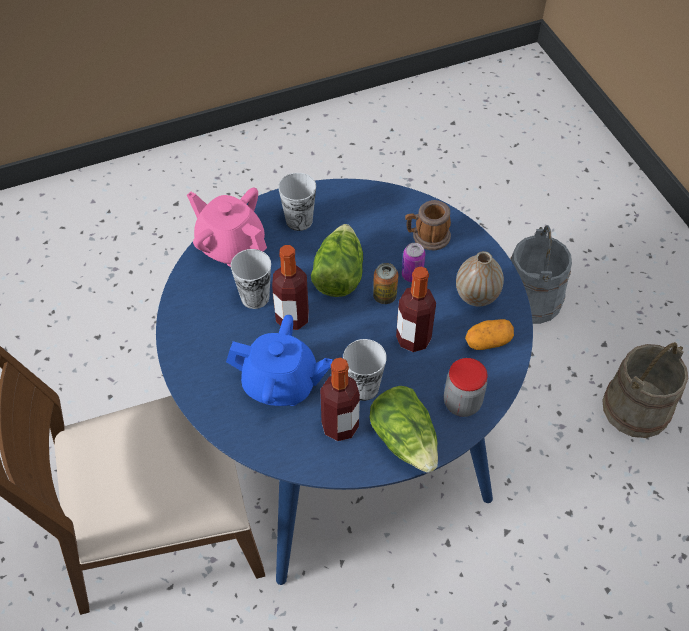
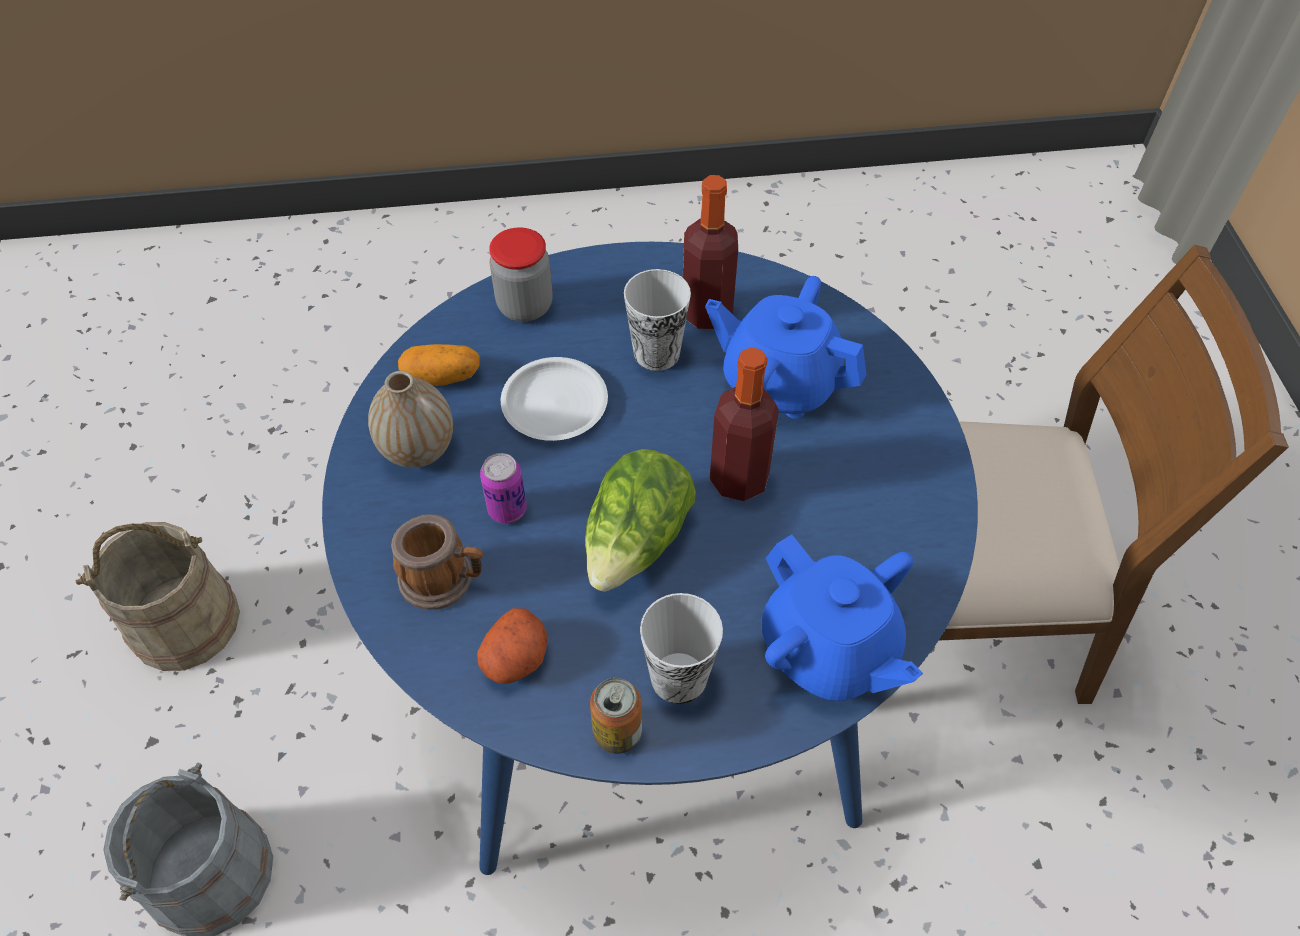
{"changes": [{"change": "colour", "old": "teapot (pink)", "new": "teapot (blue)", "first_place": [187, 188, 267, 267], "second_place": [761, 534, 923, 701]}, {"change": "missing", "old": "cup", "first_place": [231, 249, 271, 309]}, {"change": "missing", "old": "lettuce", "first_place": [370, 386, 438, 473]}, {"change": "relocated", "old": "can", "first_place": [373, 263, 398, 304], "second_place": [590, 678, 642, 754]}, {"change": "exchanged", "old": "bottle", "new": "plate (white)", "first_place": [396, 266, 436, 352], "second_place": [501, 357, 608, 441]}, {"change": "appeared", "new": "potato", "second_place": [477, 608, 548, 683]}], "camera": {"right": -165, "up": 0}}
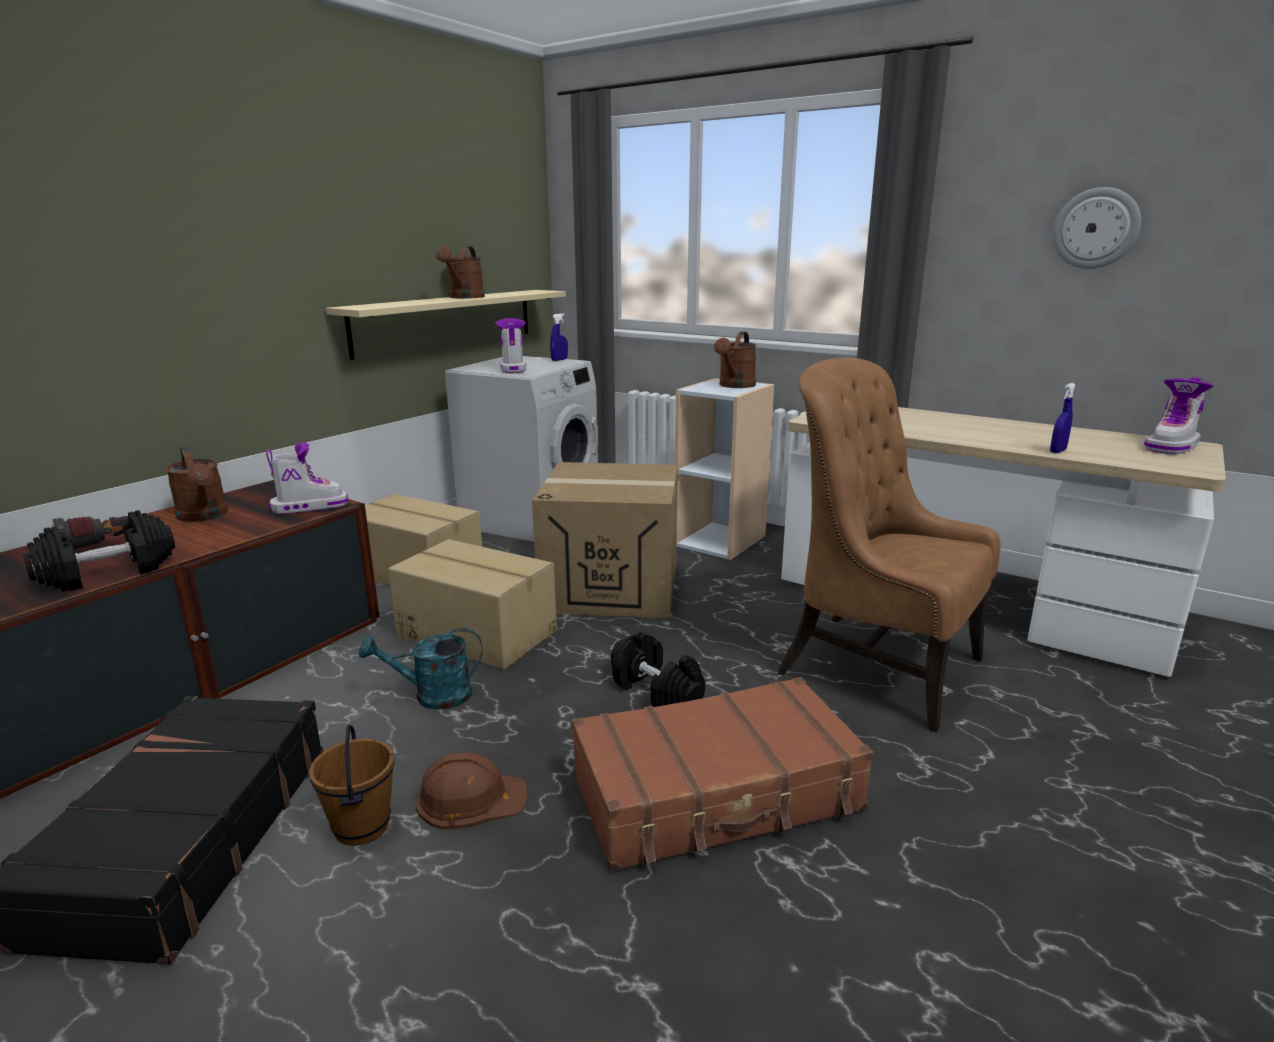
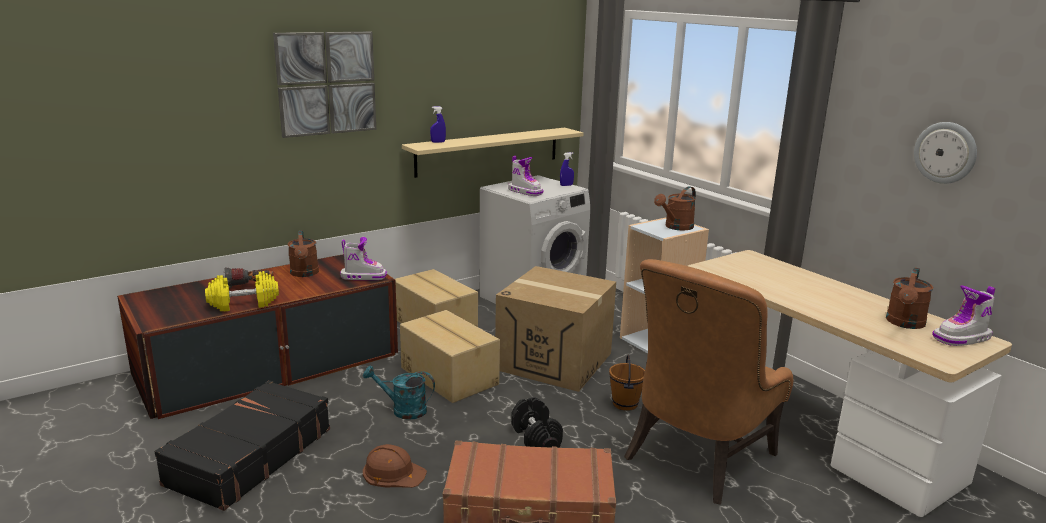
{"changes": [{"change": "colour", "old": "dumbbell (black)", "new": "dumbbell (yellow)", "first_place": [23, 510, 175, 592], "second_place": [205, 271, 279, 311]}, {"change": "relocated", "old": "bucket (brown)", "first_place": [309, 725, 395, 846], "second_place": [609, 354, 645, 411]}, {"change": "relocated", "old": "watering can (brown)", "first_place": [436, 246, 485, 299], "second_place": [886, 267, 933, 329]}, {"change": "spun", "old": "boot", "first_place": [495, 318, 526, 373], "second_place": [508, 156, 544, 196], "degrees": 120}, {"change": "spun", "old": "chair (brown)", "first_place": [778, 358, 1001, 733], "second_place": [624, 259, 793, 505], "degrees": -105}, {"change": "relocated", "old": "spray bottle (blue)", "first_place": [1050, 383, 1076, 453], "second_place": [430, 106, 446, 143]}, {"change": "appeared", "new": "picture", "second_place": [273, 32, 376, 138]}], "camera": {"right": 20, "up": 0}}
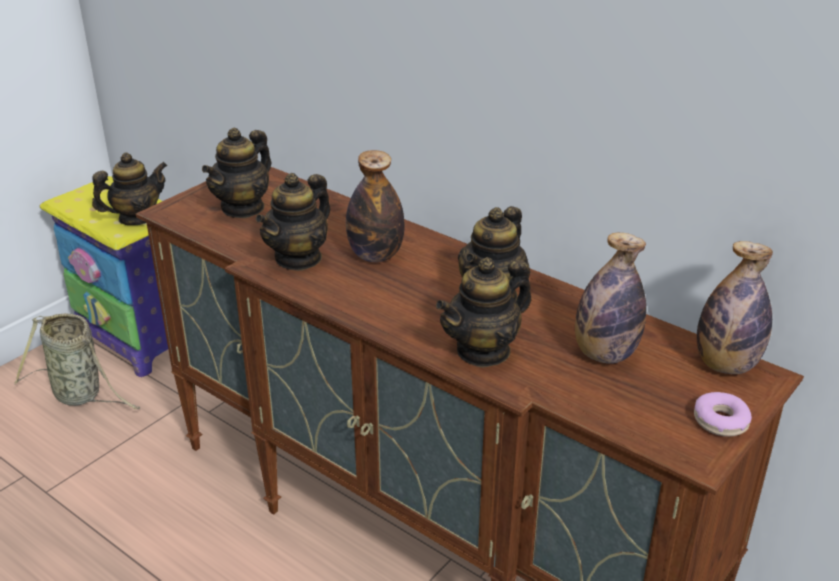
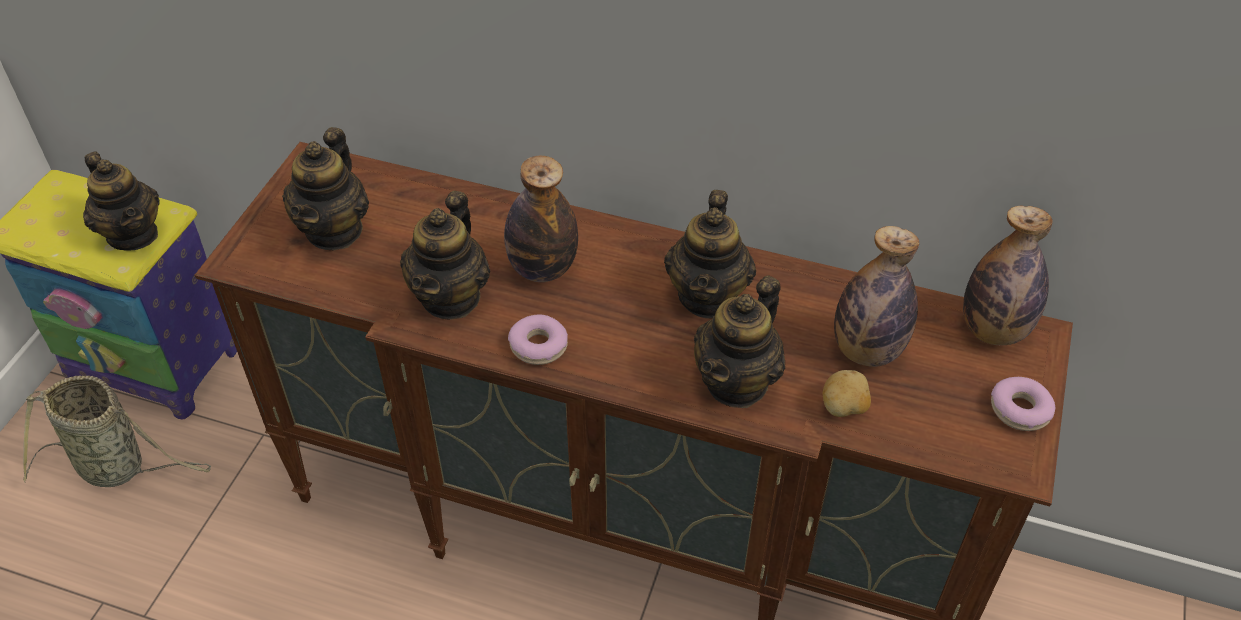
{"changes": [{"change": "spun", "old": "teapot", "first_place": [92, 152, 167, 225], "second_place": [83, 151, 159, 251], "degrees": 105}, {"change": "appeared", "new": "donut", "second_place": [508, 314, 568, 365]}, {"change": "appeared", "new": "potato", "second_place": [822, 370, 871, 417]}], "camera": {"right": -20, "up": 15}}
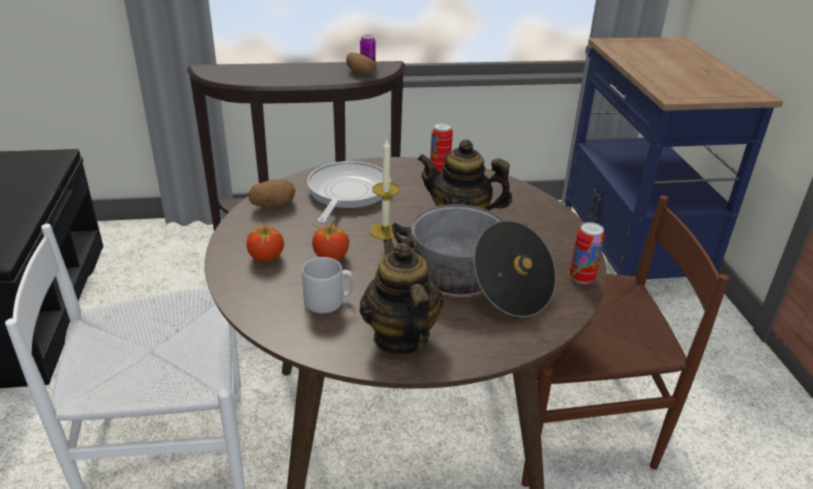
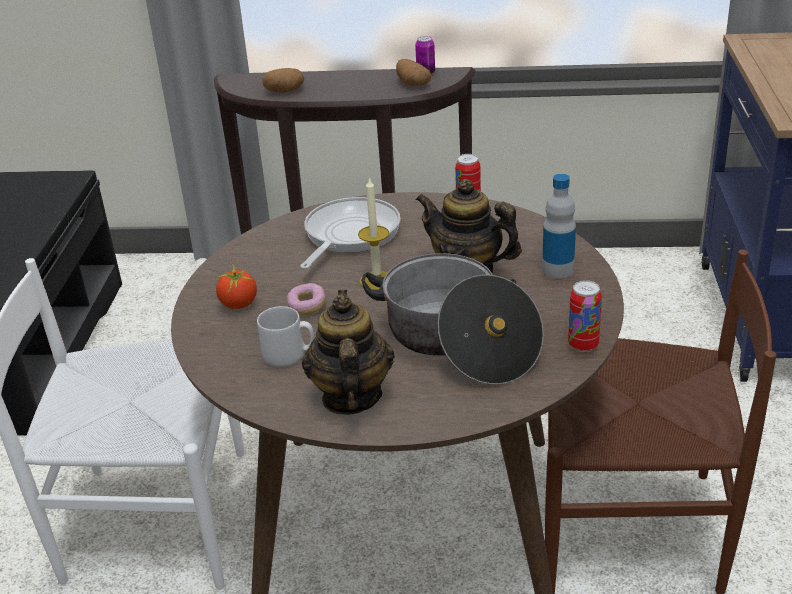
{"changes": [{"change": "relocated", "old": "potato", "first_place": [249, 179, 295, 208], "second_place": [262, 68, 304, 93]}, {"change": "exchanged", "old": "tomato", "new": "donut", "first_place": [311, 222, 350, 260], "second_place": [287, 283, 326, 315]}, {"change": "appeared", "new": "bottle", "second_place": [542, 174, 576, 279]}], "camera": {"right": 15, "up": 0}}
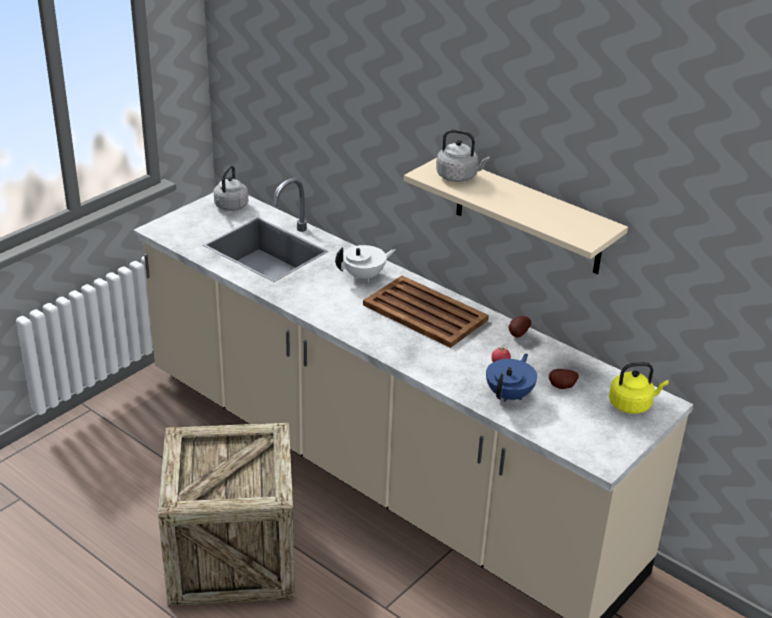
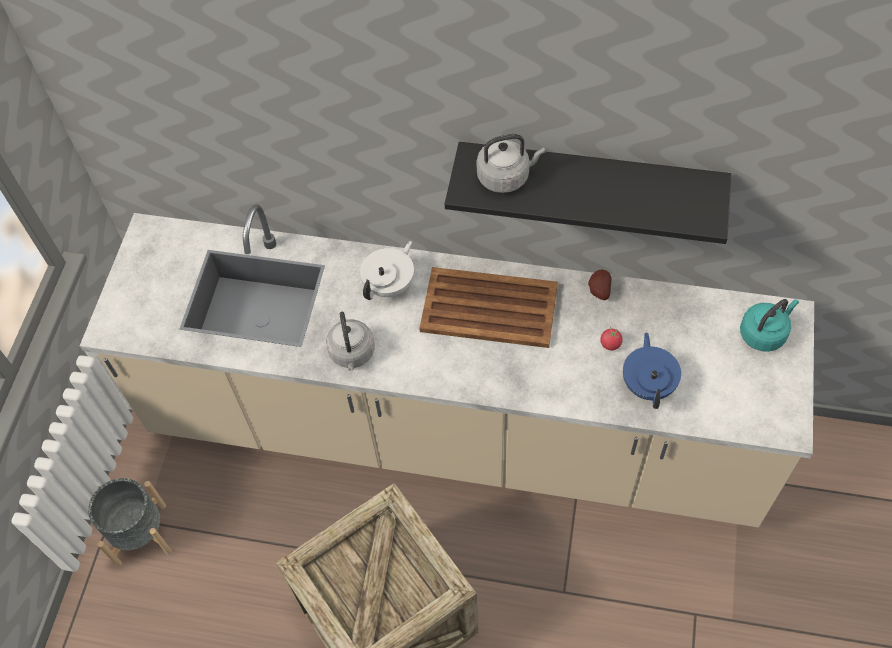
{"changes": [{"change": "relocated", "old": "kettle (grey)", "first_place": [214, 165, 248, 211], "second_place": [326, 312, 375, 371]}, {"change": "colour", "old": "shelf (beige)", "new": "shelf (black)", "first_place": [404, 158, 628, 274], "second_place": [445, 142, 732, 244]}, {"change": "missing", "old": "potato", "first_place": [549, 369, 579, 389]}, {"change": "colour", "old": "kettle (yellow)", "new": "kettle (turquoise)", "first_place": [609, 362, 669, 414], "second_place": [740, 299, 799, 352]}, {"change": "appeared", "new": "planter (grey)", "second_place": [88, 478, 172, 567]}], "camera": {"right": -25, "up": 25}}
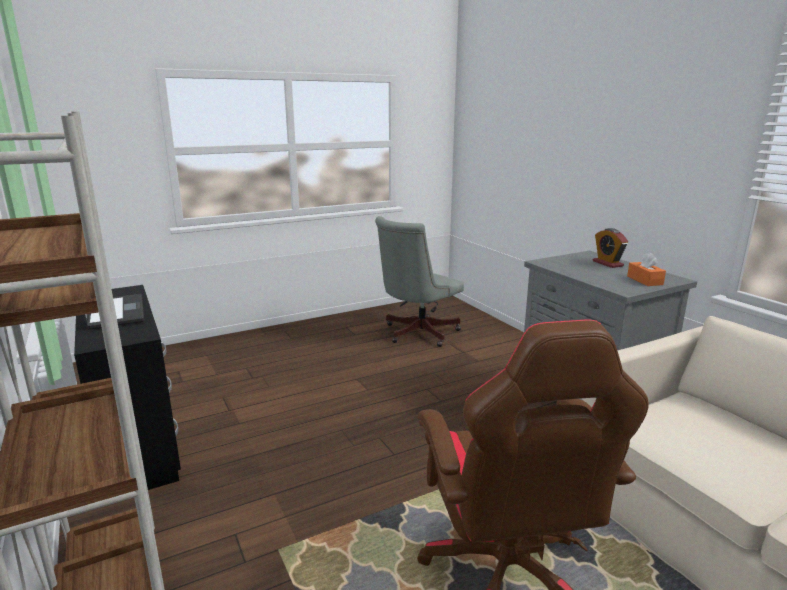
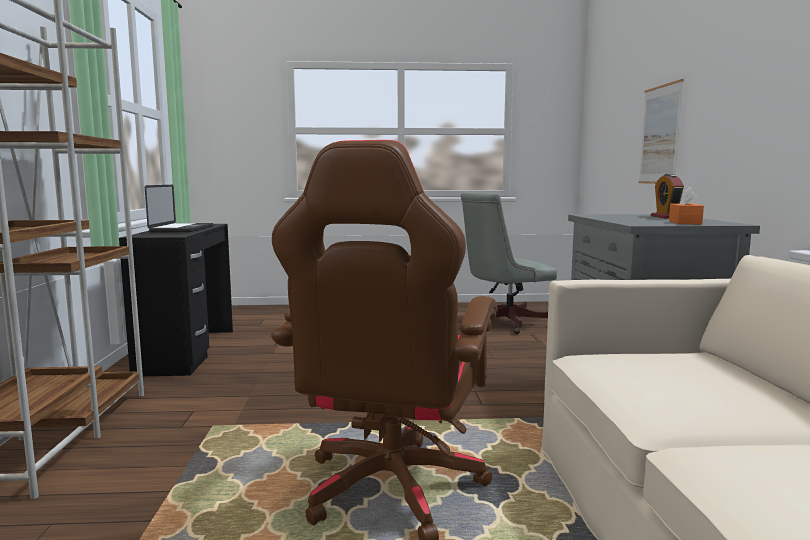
{"changes": [{"change": "appeared", "new": "picture", "second_place": [639, 79, 684, 184]}], "camera": {"right": 25, "up": -10}}
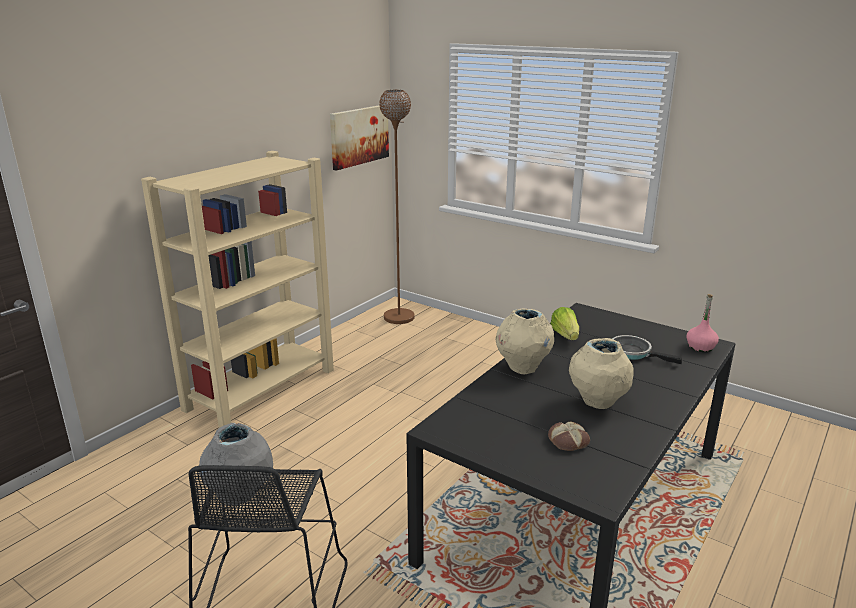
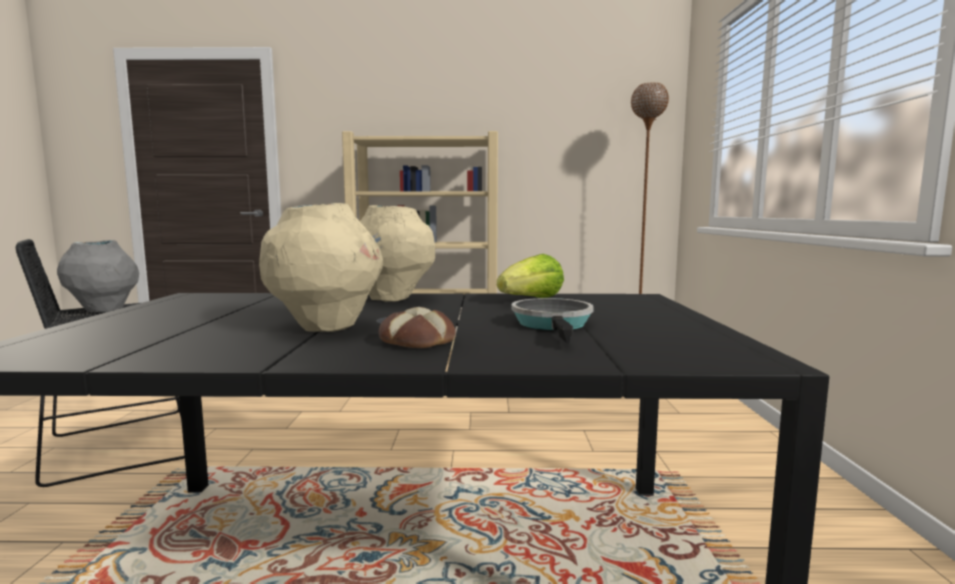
{"changes": [{"change": "missing", "old": "picture", "first_place": [330, 105, 389, 171]}, {"change": "relocated", "old": "bread", "first_place": [548, 421, 590, 451], "second_place": [379, 307, 455, 348]}, {"change": "missing", "old": "bottle (pink)", "first_place": [686, 294, 719, 352]}], "camera": {"right": 55, "up": -15}}
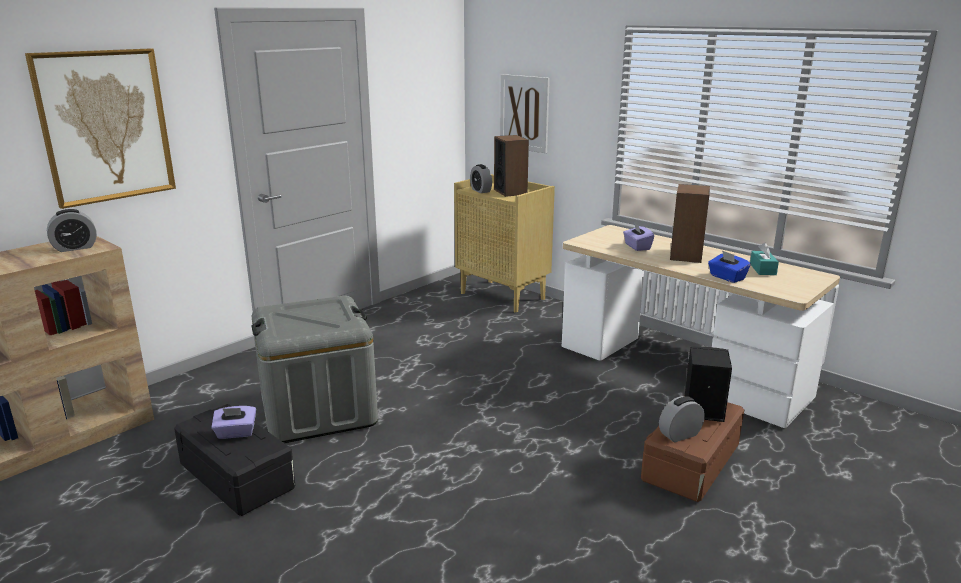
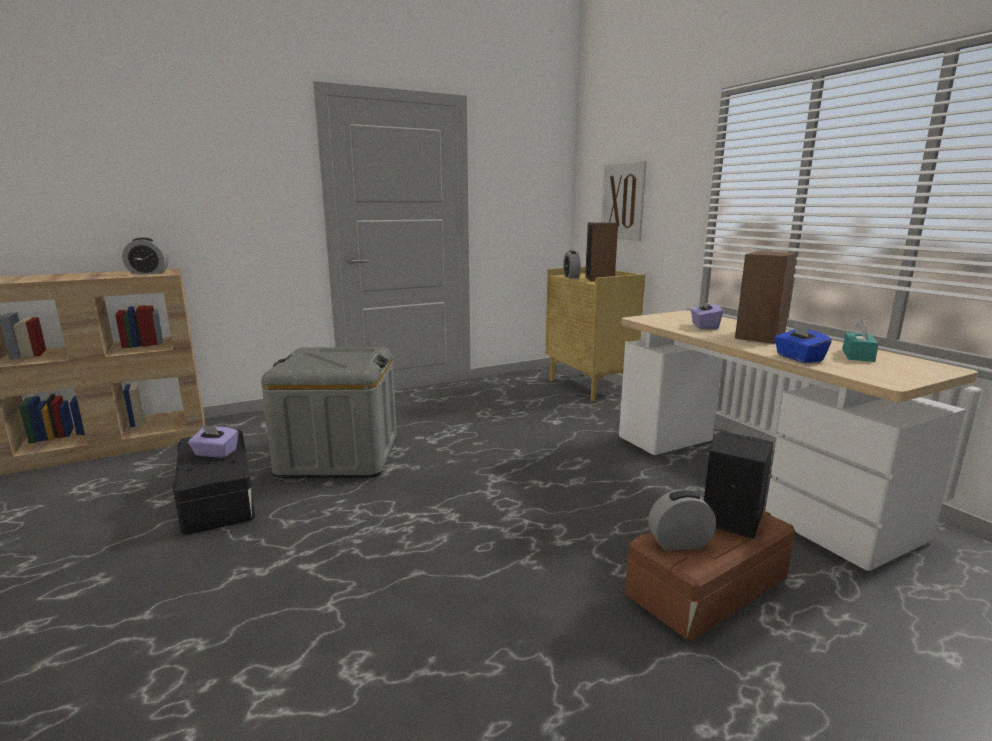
{"changes": [{"change": "missing", "old": "picture", "first_place": [25, 48, 176, 209]}], "camera": {"right": 20, "up": -5}}
